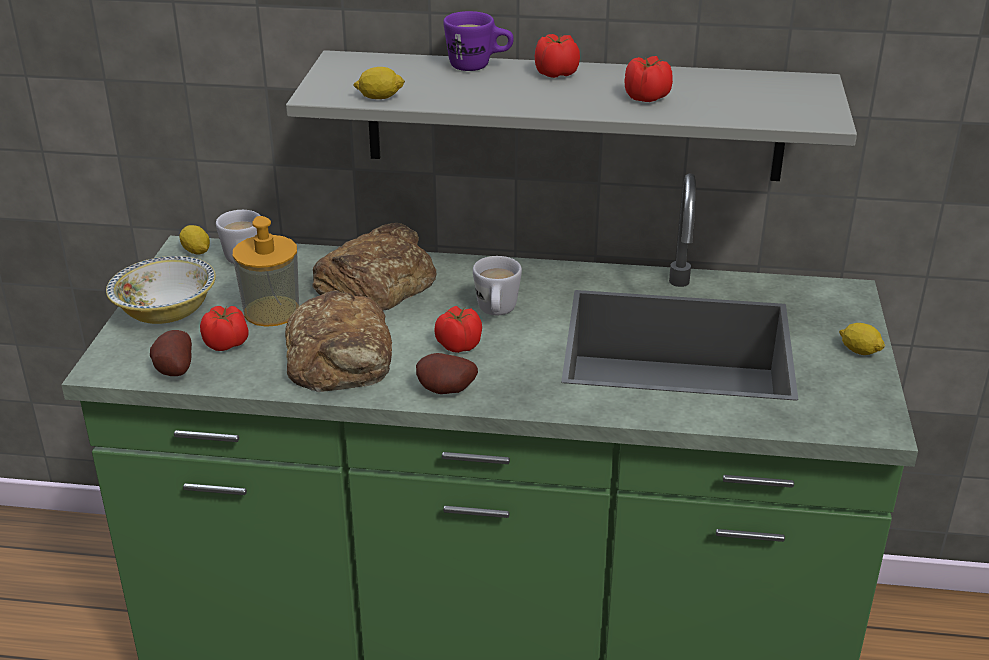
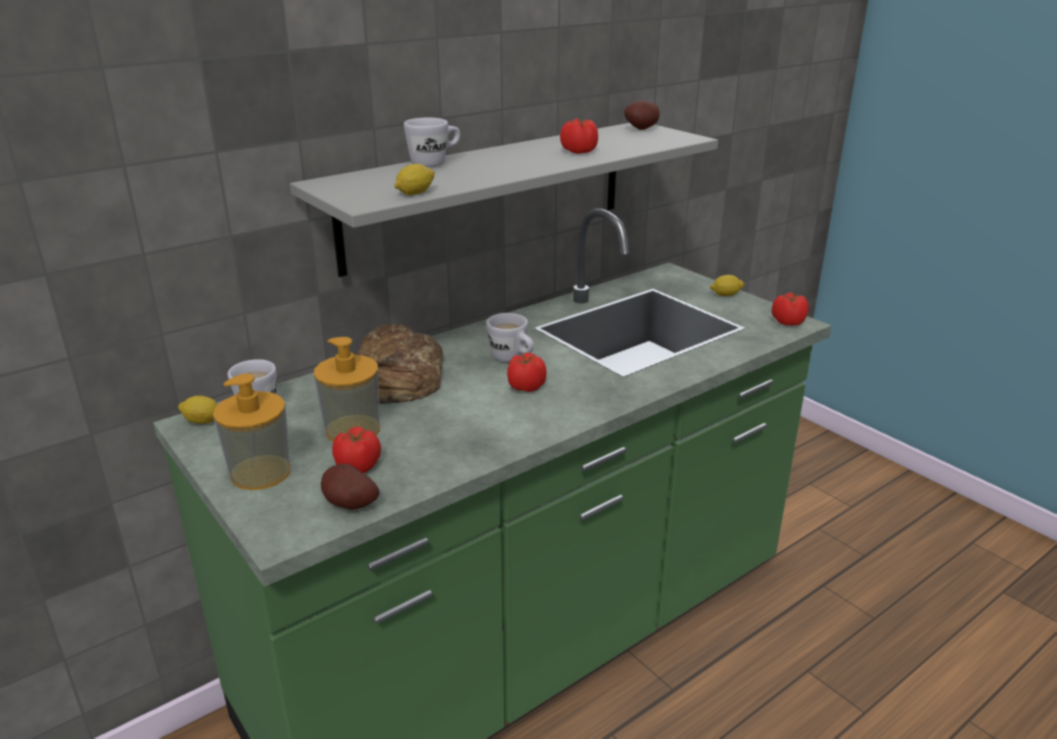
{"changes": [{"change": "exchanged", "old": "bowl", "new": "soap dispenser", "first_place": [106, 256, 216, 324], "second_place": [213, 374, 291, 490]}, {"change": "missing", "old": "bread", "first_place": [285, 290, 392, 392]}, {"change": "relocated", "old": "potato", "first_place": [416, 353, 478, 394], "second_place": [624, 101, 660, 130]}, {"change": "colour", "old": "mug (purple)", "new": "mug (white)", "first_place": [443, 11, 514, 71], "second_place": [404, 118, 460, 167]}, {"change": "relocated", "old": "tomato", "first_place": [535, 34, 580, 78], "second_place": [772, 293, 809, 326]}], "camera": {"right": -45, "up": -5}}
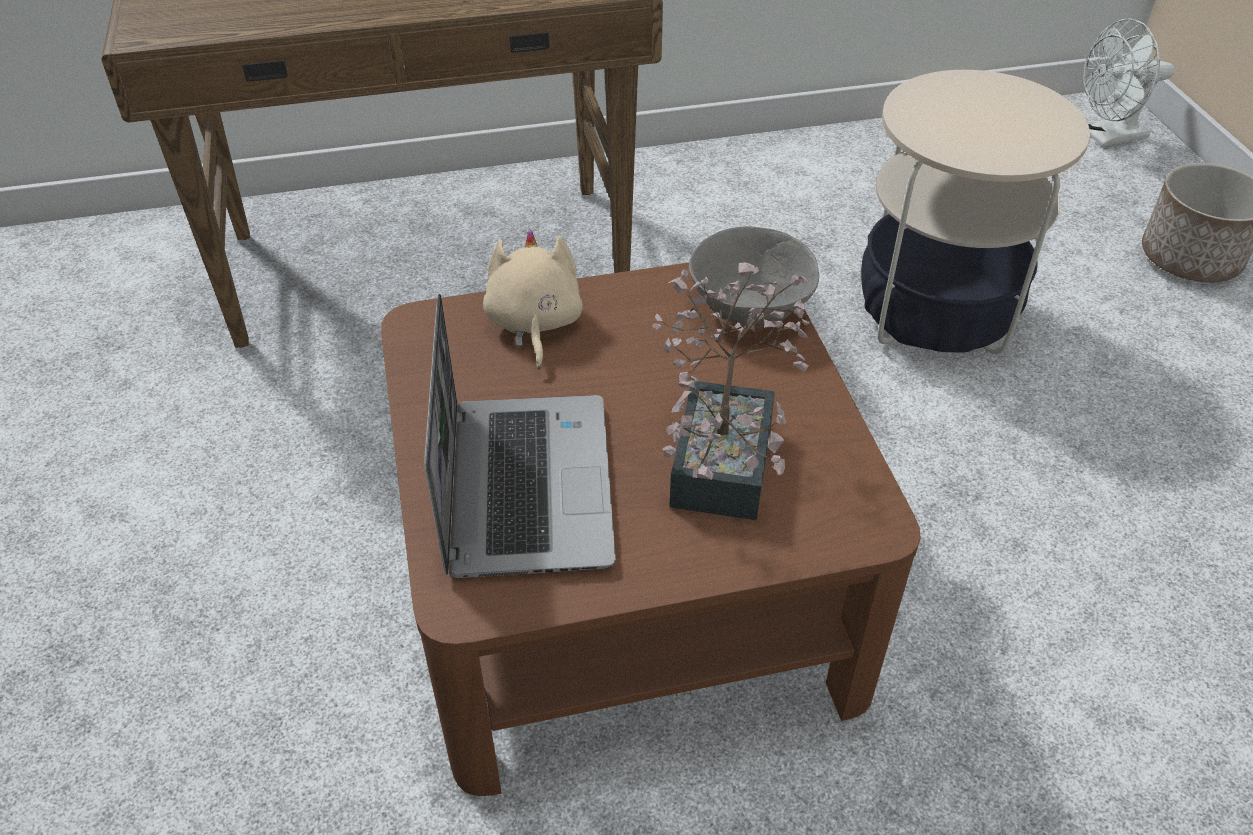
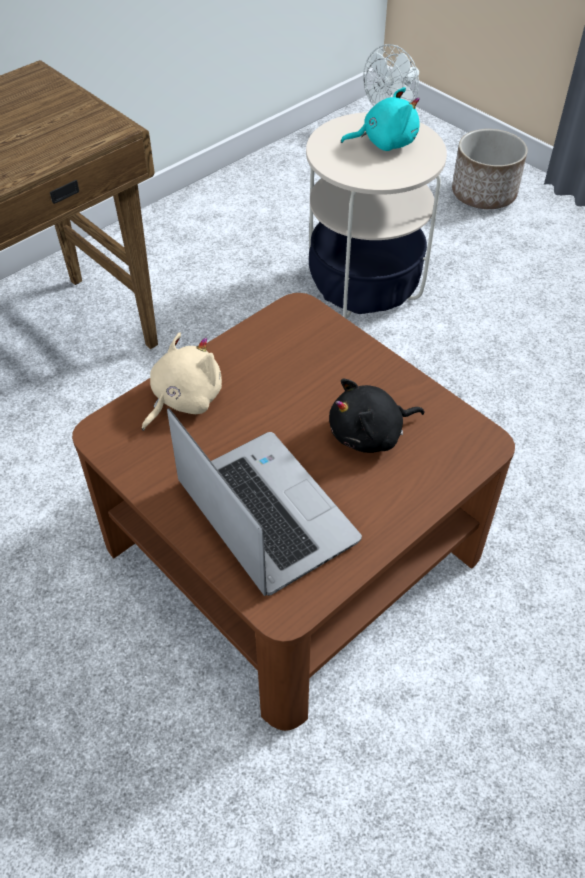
{"changes": [{"change": "spun", "old": "plush toy (beige)", "first_place": [483, 230, 583, 370], "second_place": [142, 333, 222, 431], "degrees": 75}, {"change": "exchanged", "old": "potted plant", "new": "plush toy (black)", "first_place": [652, 262, 810, 520], "second_place": [329, 378, 425, 453]}, {"change": "missing", "old": "bowl (grey)", "first_place": [689, 227, 819, 326]}, {"change": "appeared", "new": "plush toy (turquoise)", "second_place": [341, 87, 420, 151]}], "camera": {"right": -30, "up": 5}}
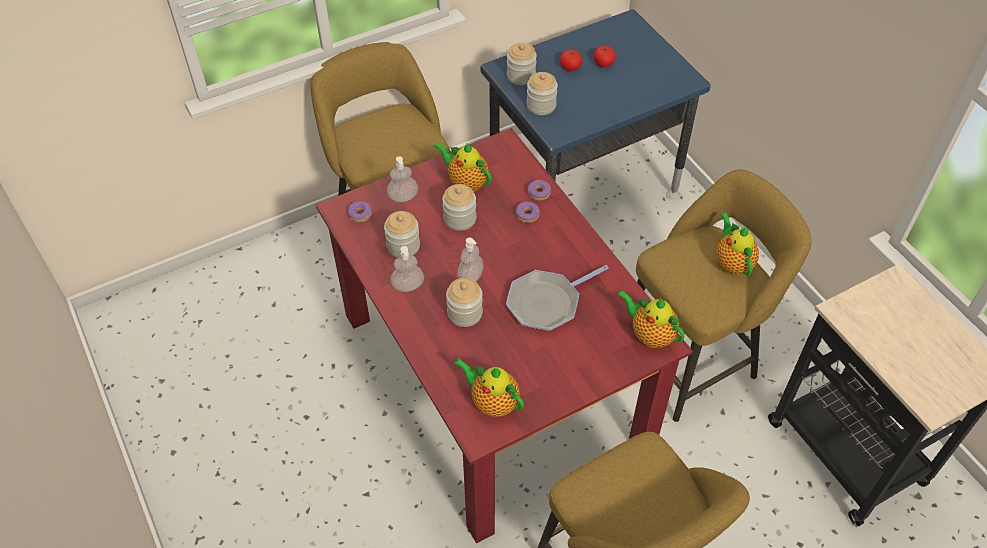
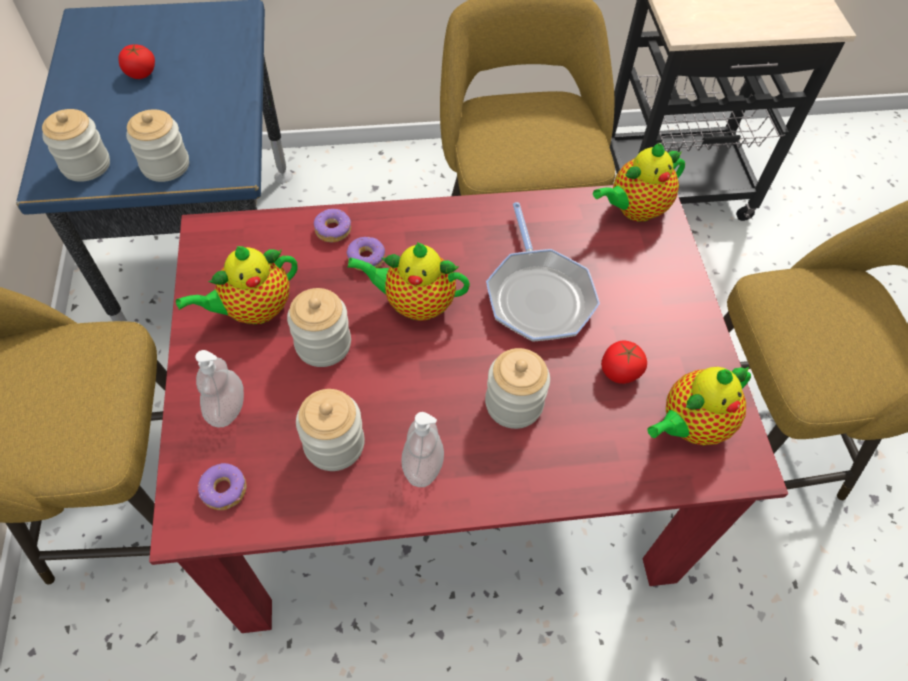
{"changes": [{"change": "missing", "old": "soap dispenser", "first_place": [457, 238, 483, 281]}, {"change": "relocated", "old": "tomato", "first_place": [560, 49, 582, 71], "second_place": [601, 340, 647, 384]}, {"change": "relocated", "old": "teapot", "first_place": [716, 212, 759, 276], "second_place": [347, 242, 470, 321]}], "camera": {"right": -70, "up": 5}}
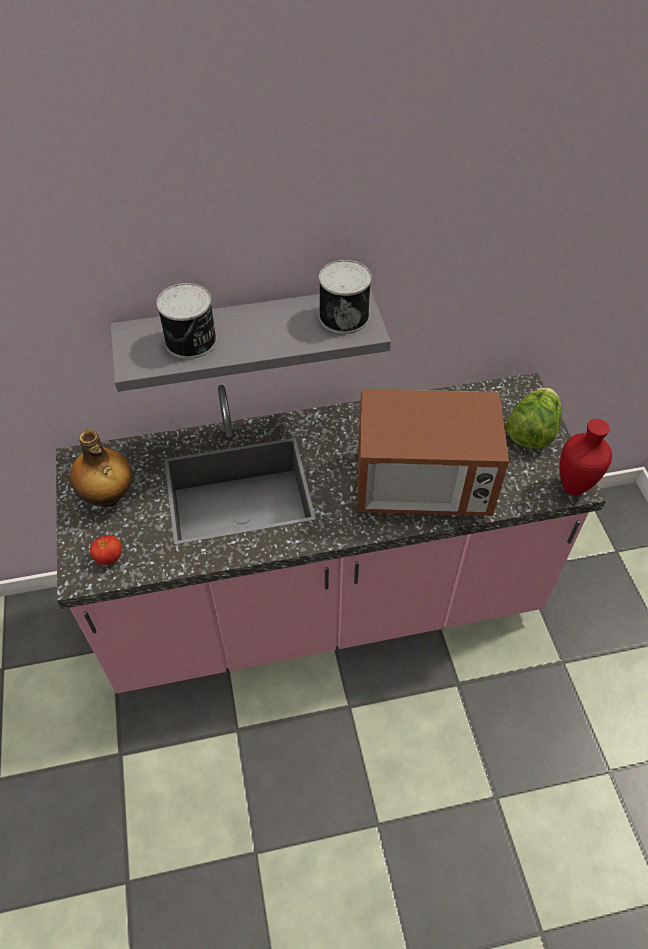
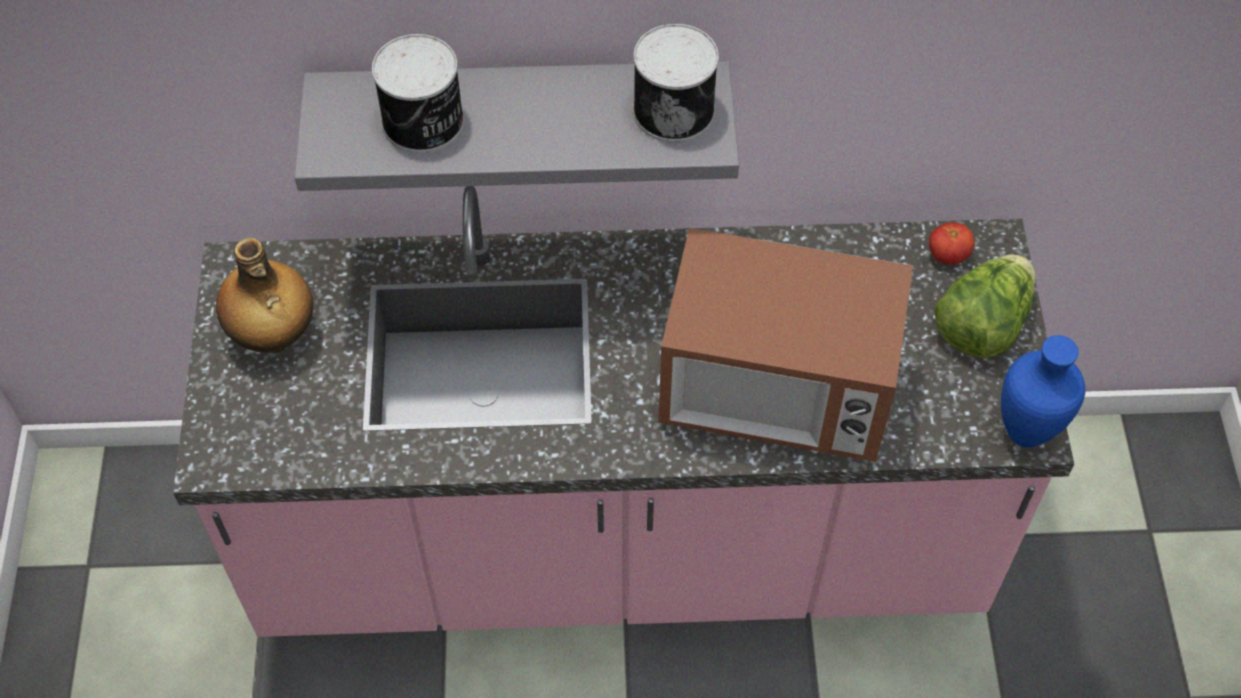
{"changes": [{"change": "relocated", "old": "tomato", "first_place": [90, 535, 122, 565], "second_place": [929, 222, 974, 265]}, {"change": "colour", "old": "vase (red)", "new": "vase (blue)", "first_place": [560, 419, 612, 496], "second_place": [1001, 335, 1085, 448]}], "camera": {"right": 10, "up": 5}}
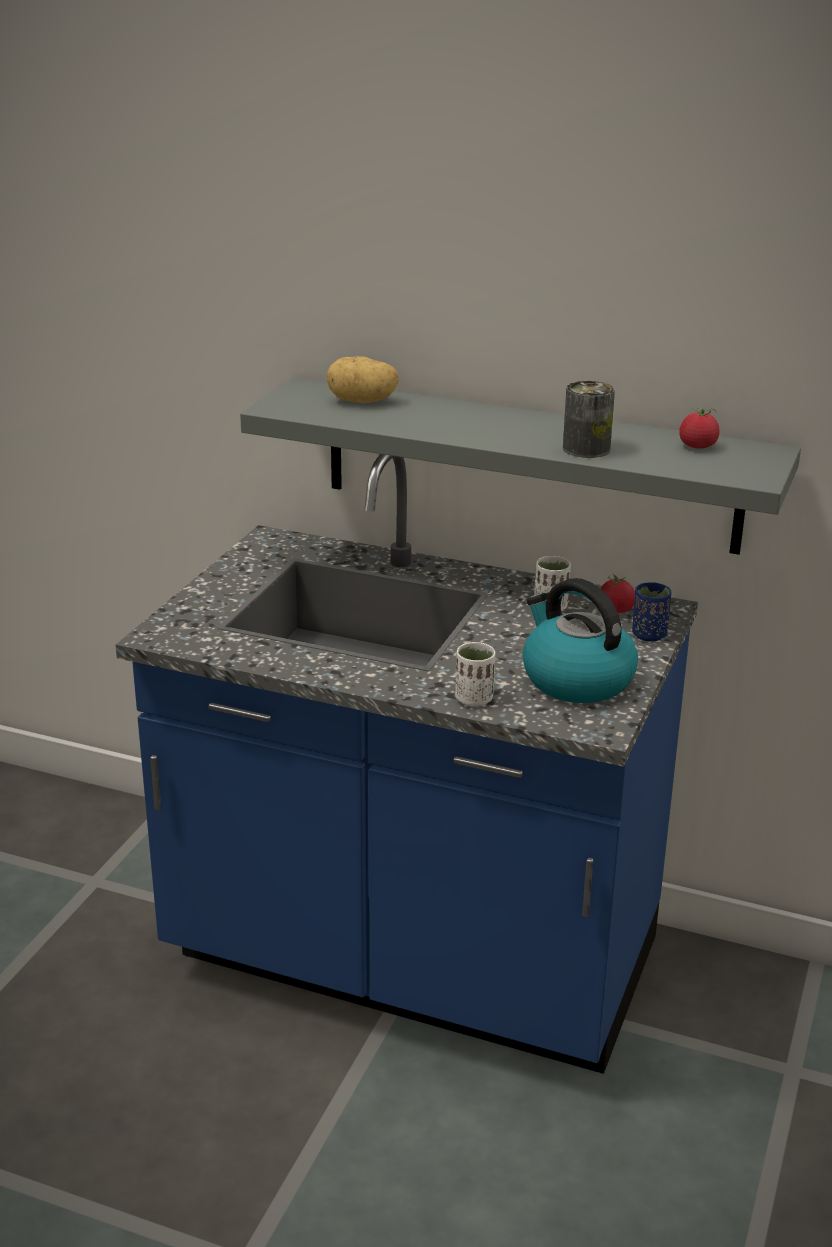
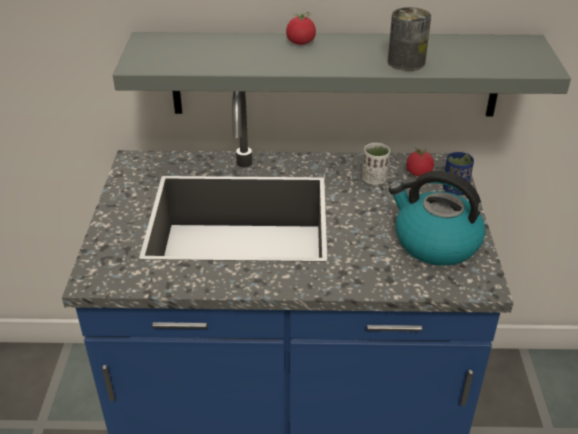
{"changes": [{"change": "missing", "old": "potato", "first_place": [326, 356, 399, 403]}, {"change": "missing", "old": "cup (white)", "first_place": [455, 642, 496, 707]}, {"change": "relocated", "old": "tomato", "first_place": [679, 408, 719, 449], "second_place": [286, 12, 316, 45]}], "camera": {"right": -20, "up": 10}}
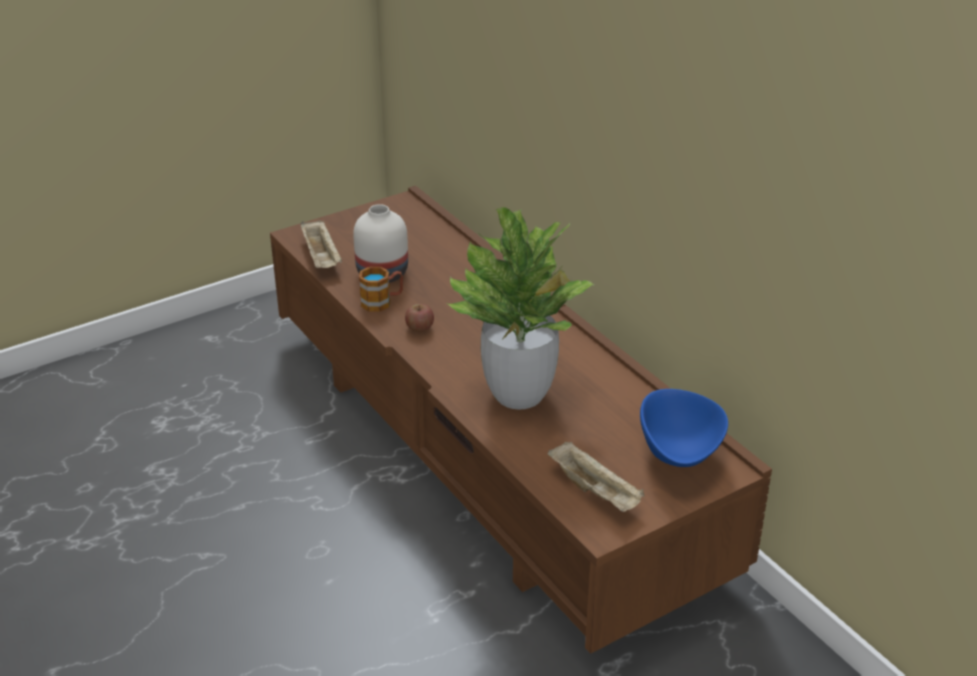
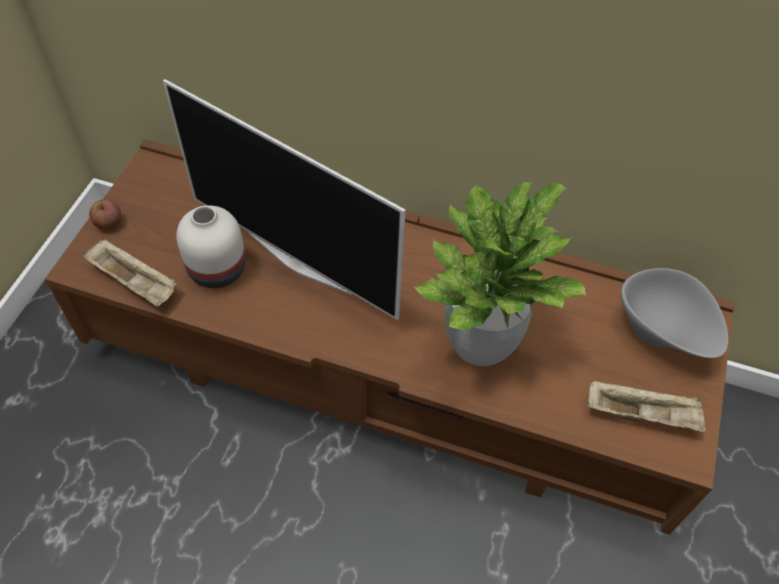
{"changes": [{"change": "missing", "old": "mug", "first_place": [359, 267, 403, 312]}, {"change": "relocated", "old": "apple", "first_place": [405, 304, 434, 332], "second_place": [89, 199, 121, 230]}, {"change": "colour", "old": "bowl (blue)", "new": "bowl (grey)", "first_place": [640, 389, 728, 467], "second_place": [621, 268, 728, 358]}, {"change": "appeared", "new": "television", "second_place": [163, 79, 406, 320]}], "camera": {"right": -40, "up": 20}}
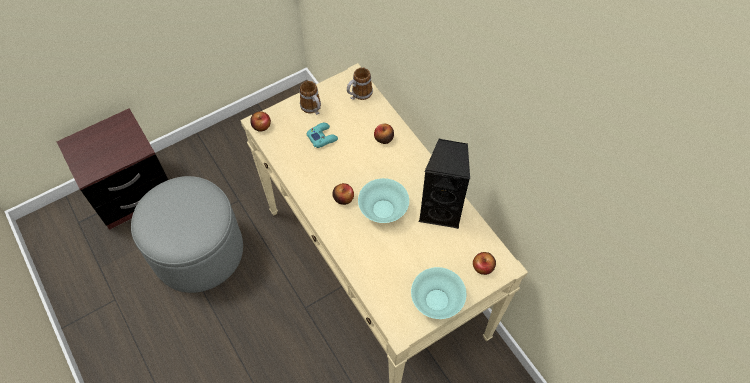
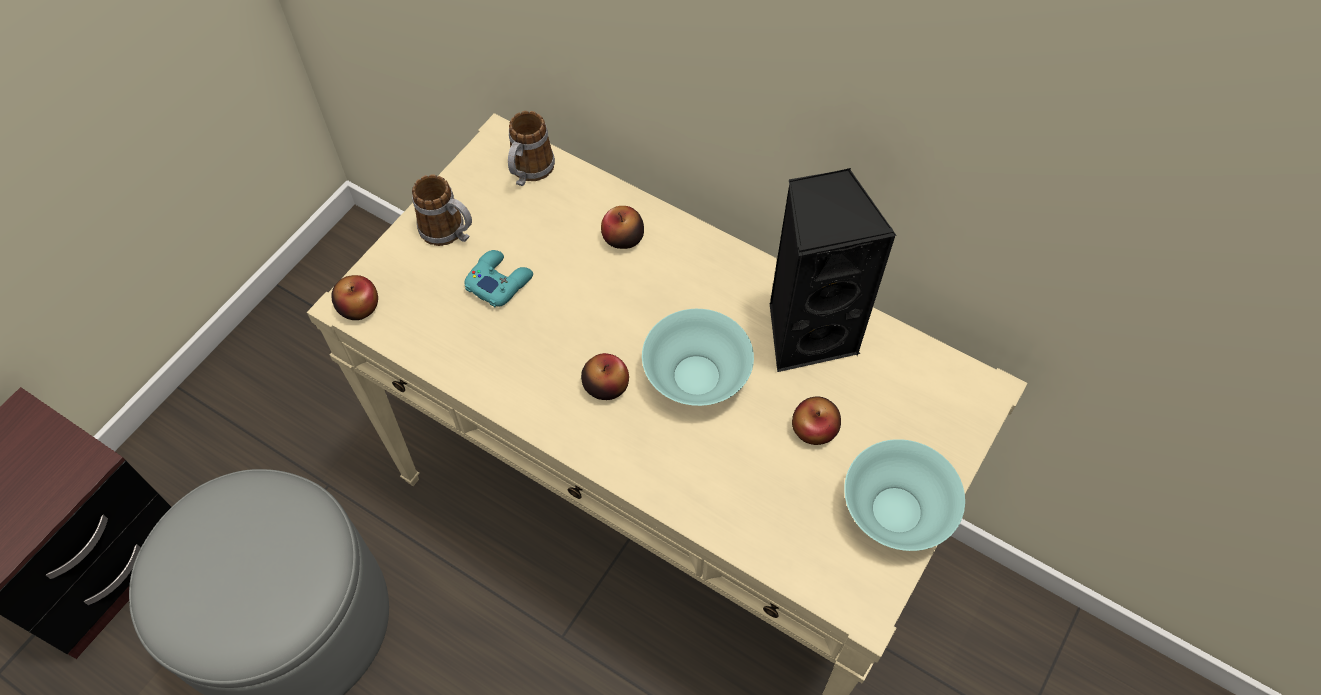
{"changes": [{"change": "relocated", "old": "apple", "first_place": [473, 252, 496, 275], "second_place": [792, 396, 841, 445]}], "camera": {"right": -25, "up": 0}}
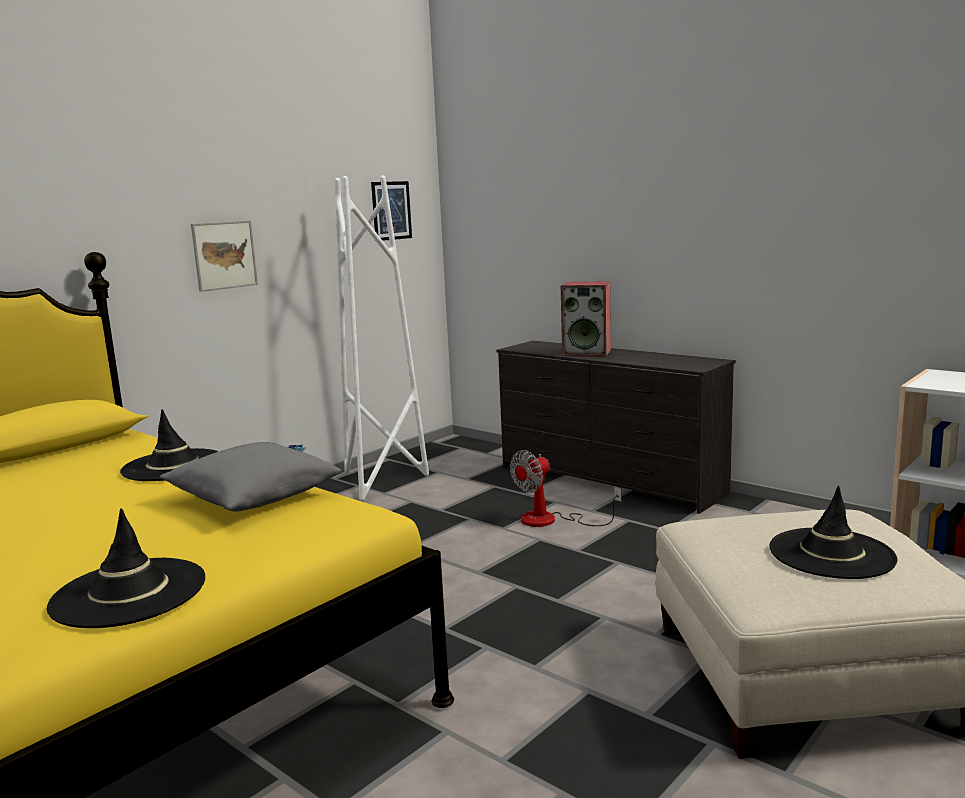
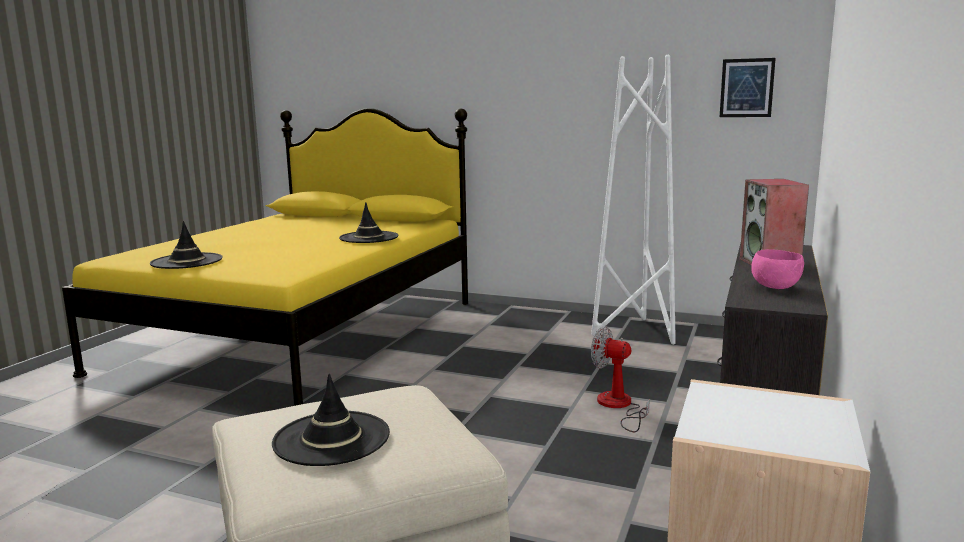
{"changes": [{"change": "missing", "old": "pillow (grey)", "first_place": [160, 442, 342, 512]}, {"change": "missing", "old": "picture", "first_place": [191, 221, 258, 292]}, {"change": "appeared", "new": "bowl (pink)", "second_place": [751, 249, 804, 289]}], "camera": {"right": 70, "up": 0}}
